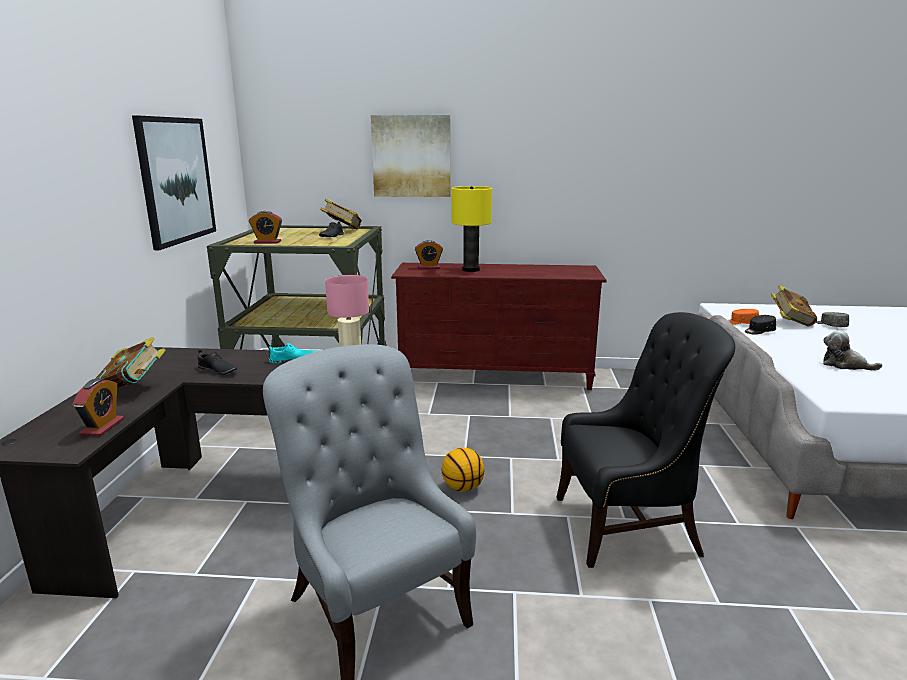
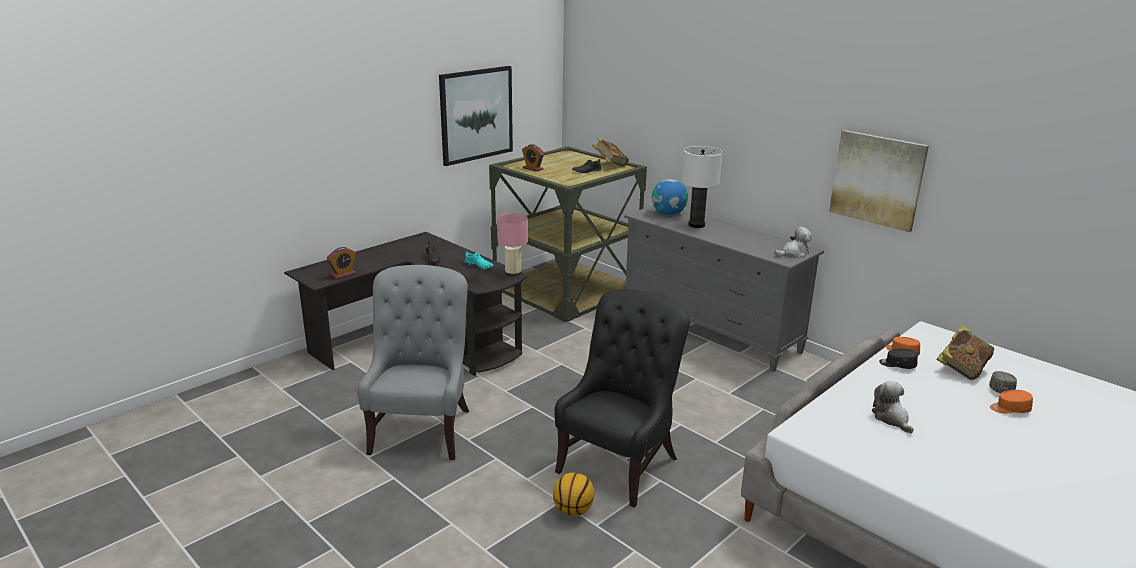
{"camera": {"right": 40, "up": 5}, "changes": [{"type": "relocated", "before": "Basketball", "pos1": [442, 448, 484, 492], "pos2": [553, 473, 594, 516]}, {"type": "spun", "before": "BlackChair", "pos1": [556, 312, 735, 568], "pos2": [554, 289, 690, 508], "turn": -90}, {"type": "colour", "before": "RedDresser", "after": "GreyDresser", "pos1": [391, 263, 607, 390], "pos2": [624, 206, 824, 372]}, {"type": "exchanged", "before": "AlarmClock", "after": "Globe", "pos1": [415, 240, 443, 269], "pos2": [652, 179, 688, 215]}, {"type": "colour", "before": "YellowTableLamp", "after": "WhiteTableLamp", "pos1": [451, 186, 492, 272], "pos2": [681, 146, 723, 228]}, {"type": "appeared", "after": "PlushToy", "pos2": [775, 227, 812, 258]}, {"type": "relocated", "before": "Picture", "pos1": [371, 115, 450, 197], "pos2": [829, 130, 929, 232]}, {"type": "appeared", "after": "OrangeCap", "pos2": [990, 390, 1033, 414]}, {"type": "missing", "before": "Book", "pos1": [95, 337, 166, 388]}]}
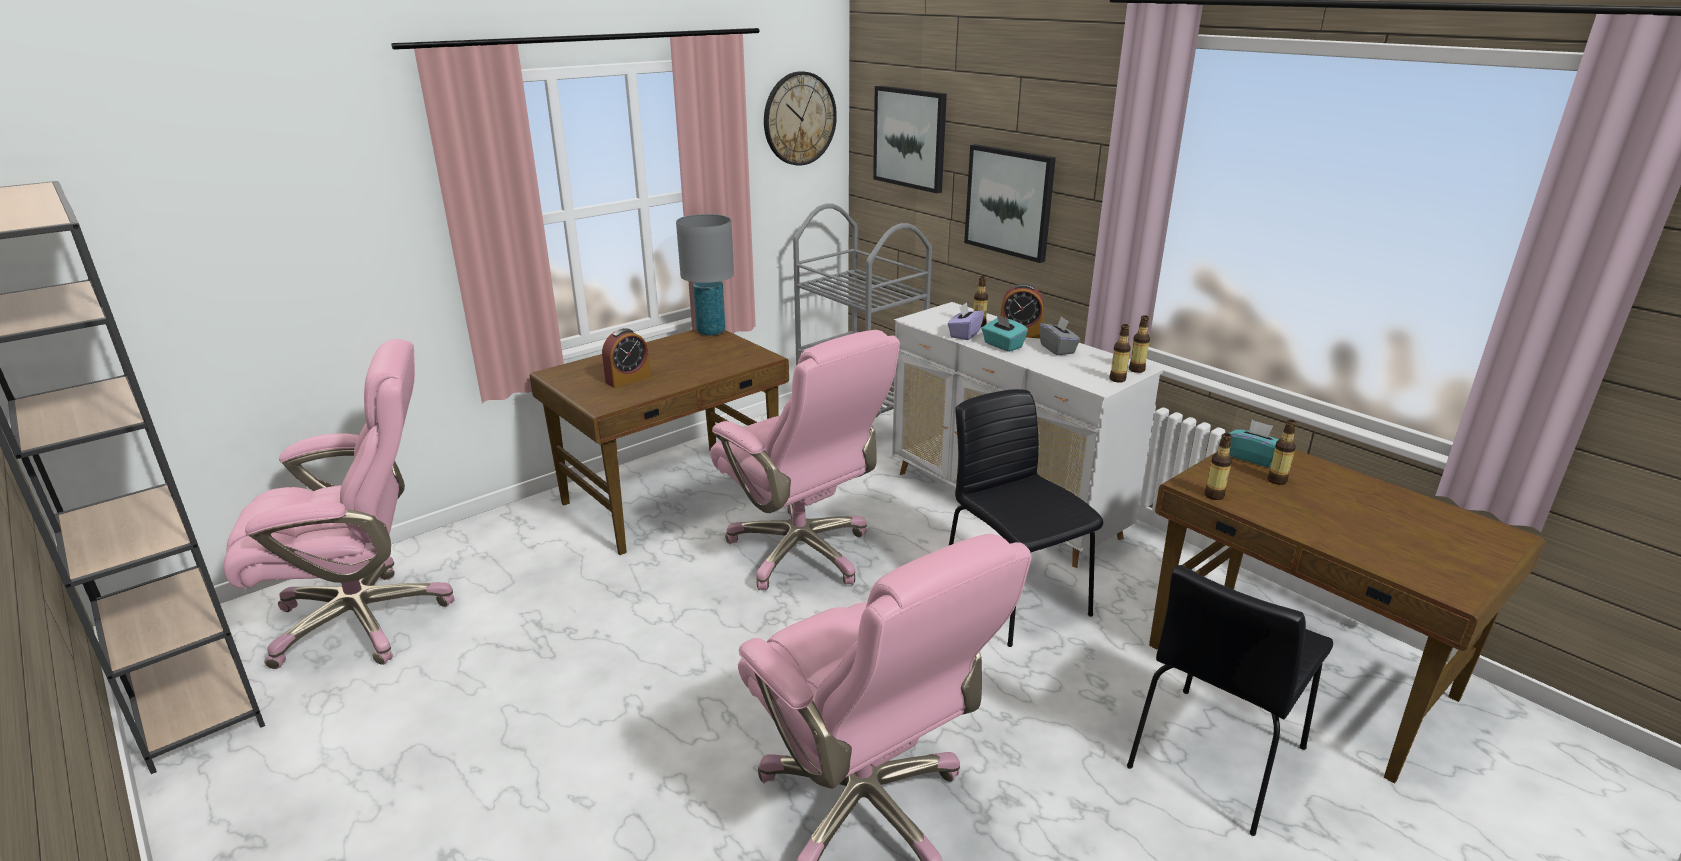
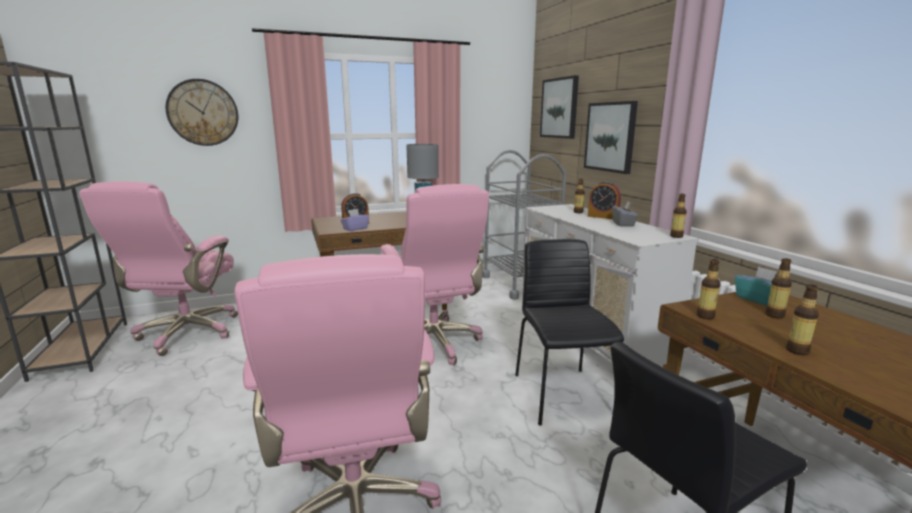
{"camera": {"right": 20, "up": -10}, "changes": [{"type": "spun", "before": "PinkOfficeChair", "pos1": [224, 339, 455, 669], "pos2": [79, 181, 238, 356], "turn": 90}, {"type": "relocated", "before": "WallClock", "pos1": [764, 71, 837, 166], "pos2": [166, 79, 238, 146]}, {"type": "relocated", "before": "PurpleTissueBox", "pos1": [948, 302, 984, 340], "pos2": [340, 209, 369, 231]}, {"type": "relocated", "before": "Bottle", "pos1": [1109, 324, 1131, 383], "pos2": [786, 284, 819, 355]}, {"type": "missing", "before": "TurquoiseTissueBox", "pos1": [982, 314, 1028, 352]}]}
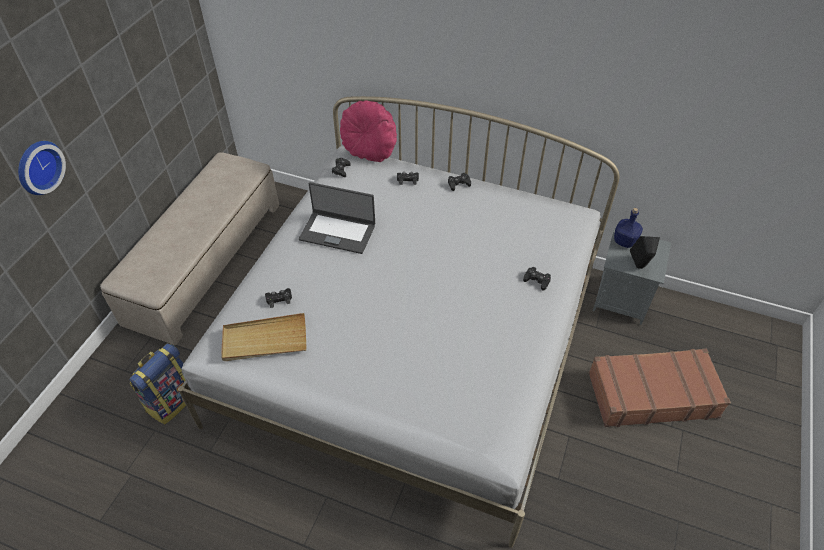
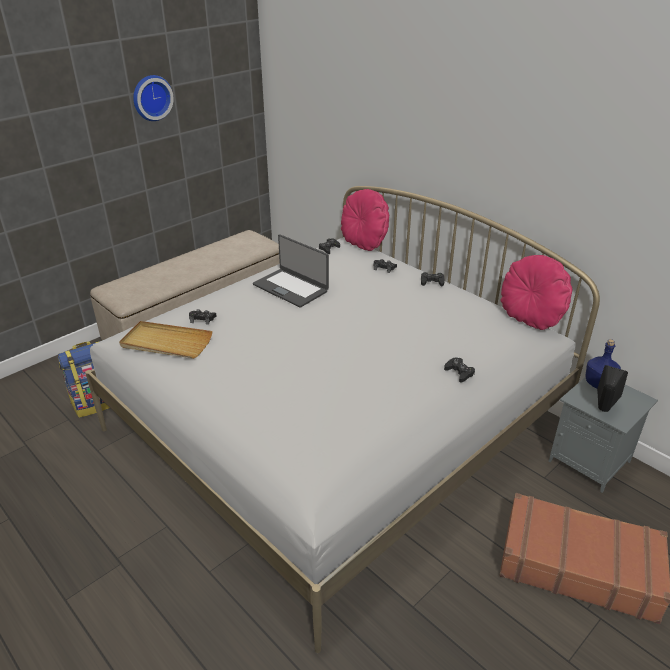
{"camera": {"right": 25, "up": -15}, "changes": [{"type": "relocated", "before": "WallClock", "pos1": [18, 141, 66, 195], "pos2": [133, 75, 174, 121]}, {"type": "appeared", "after": "PinkPillow", "pos2": [501, 255, 572, 330]}]}
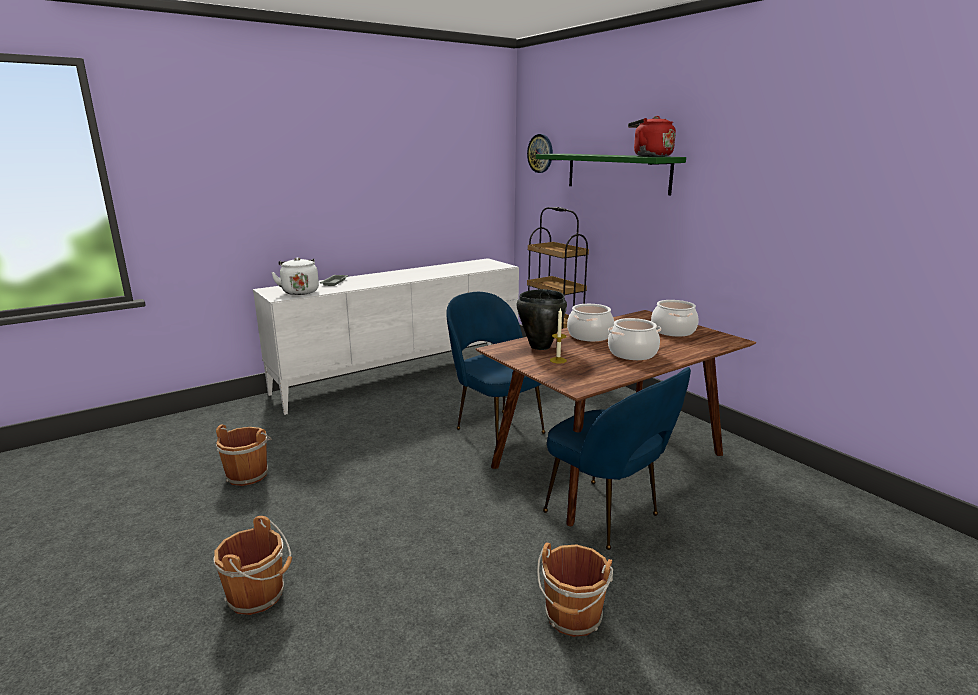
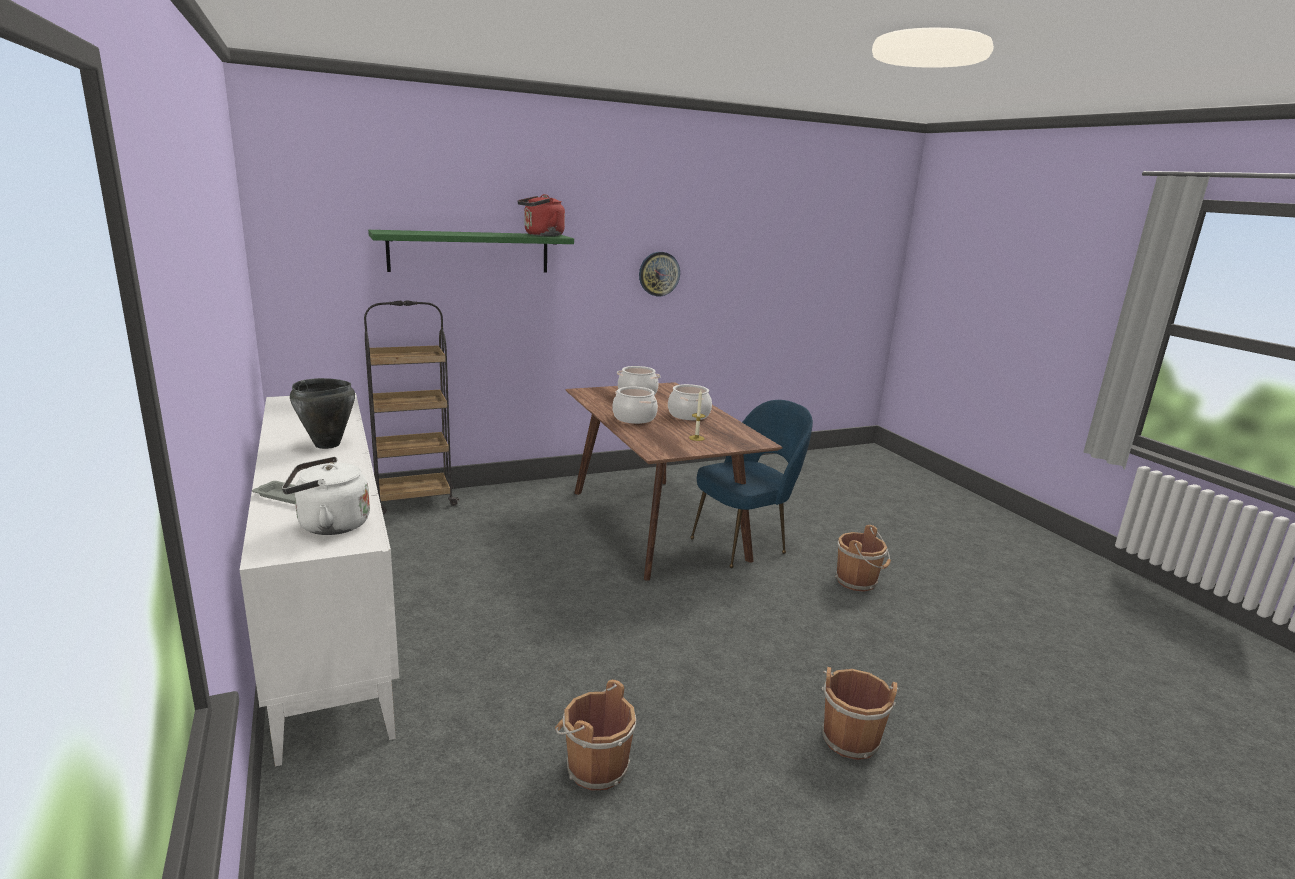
{"camera": {"right": -80, "up": 0}, "changes": [{"type": "relocated", "before": "BlackCookingPot", "pos1": [517, 289, 567, 350], "pos2": [290, 378, 355, 449]}, {"type": "relocated", "before": "WallClock", "pos1": [527, 134, 553, 173], "pos2": [639, 252, 680, 296]}, {"type": "missing", "before": "BlueChair", "pos1": [446, 292, 545, 443]}]}
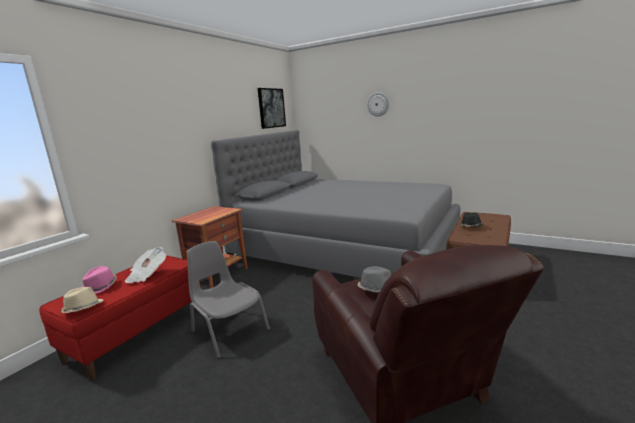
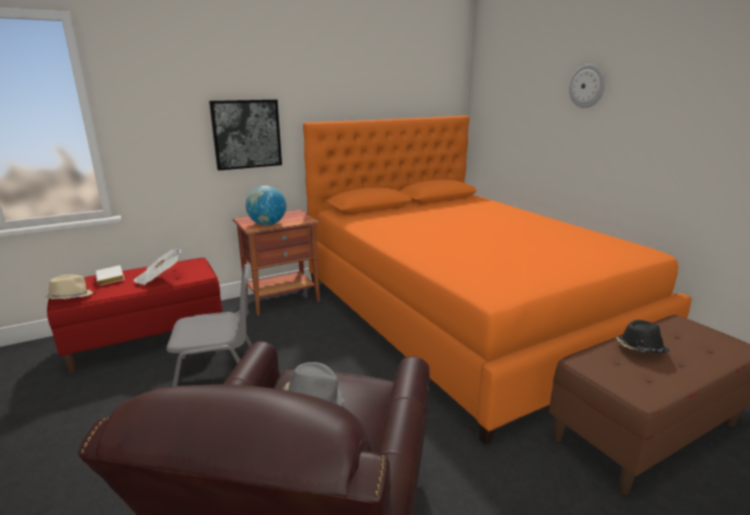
{"camera": {"right": 30, "up": 5}, "changes": [{"type": "exchanged", "before": "PinkHat", "after": "WhiteBook", "pos1": [83, 266, 117, 294], "pos2": [95, 265, 125, 286]}, {"type": "spun", "before": "GreyChair", "pos1": [187, 241, 270, 359], "pos2": [166, 264, 252, 387], "turn": 90}, {"type": "relocated", "before": "Picture", "pos1": [258, 88, 286, 129], "pos2": [209, 99, 282, 171]}, {"type": "appeared", "after": "Globe", "pos2": [246, 186, 286, 225]}, {"type": "colour", "before": "GreyBed", "after": "OrangeBed", "pos1": [211, 130, 460, 278], "pos2": [303, 115, 692, 445]}]}
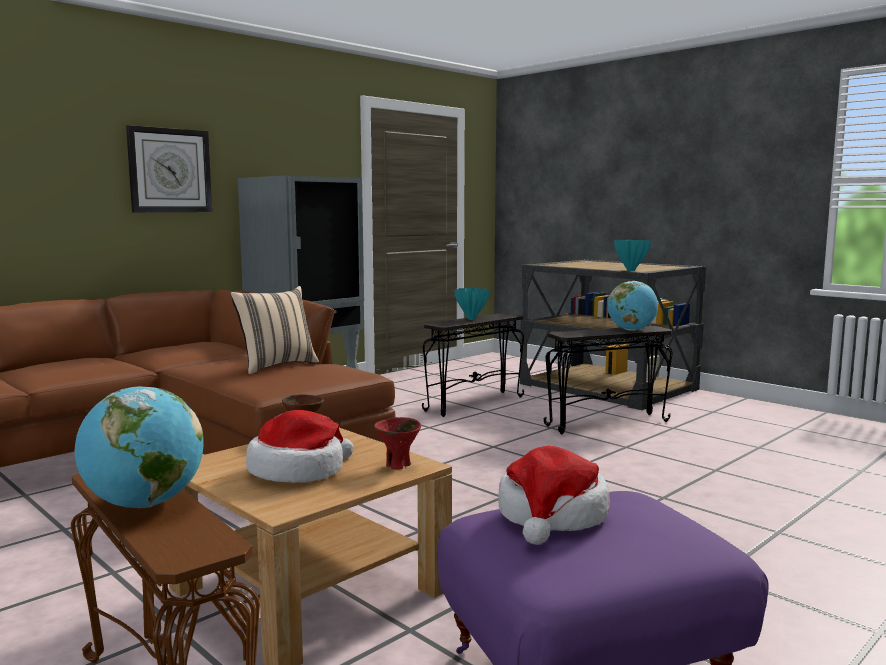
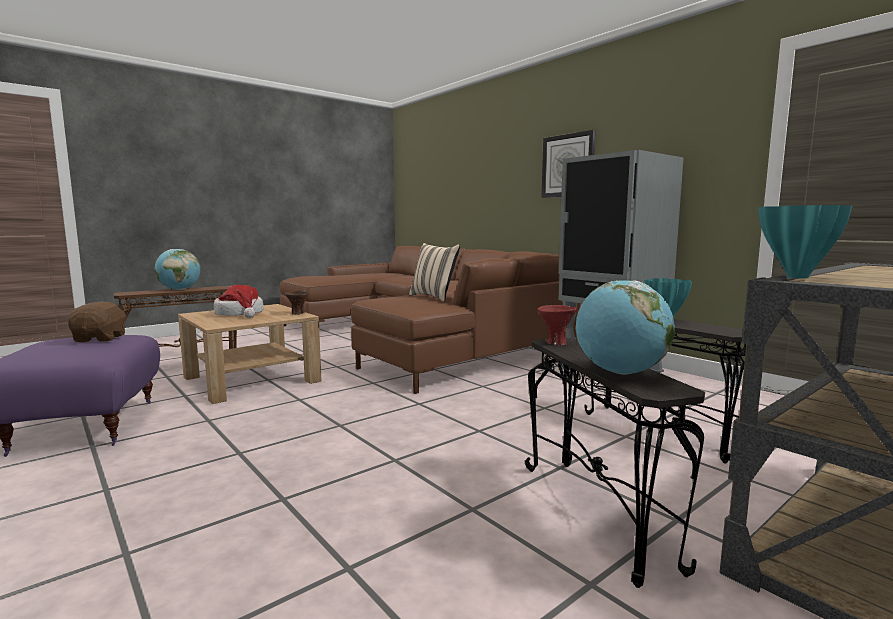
{"camera": {"right": 95, "up": 0}, "changes": [{"type": "exchanged", "before": "Hat", "after": "BrownPlushToy", "pos1": [498, 446, 610, 545], "pos2": [68, 301, 127, 342]}, {"type": "relocated", "before": "RedBowl", "pos1": [374, 417, 421, 470], "pos2": [538, 305, 578, 346]}]}
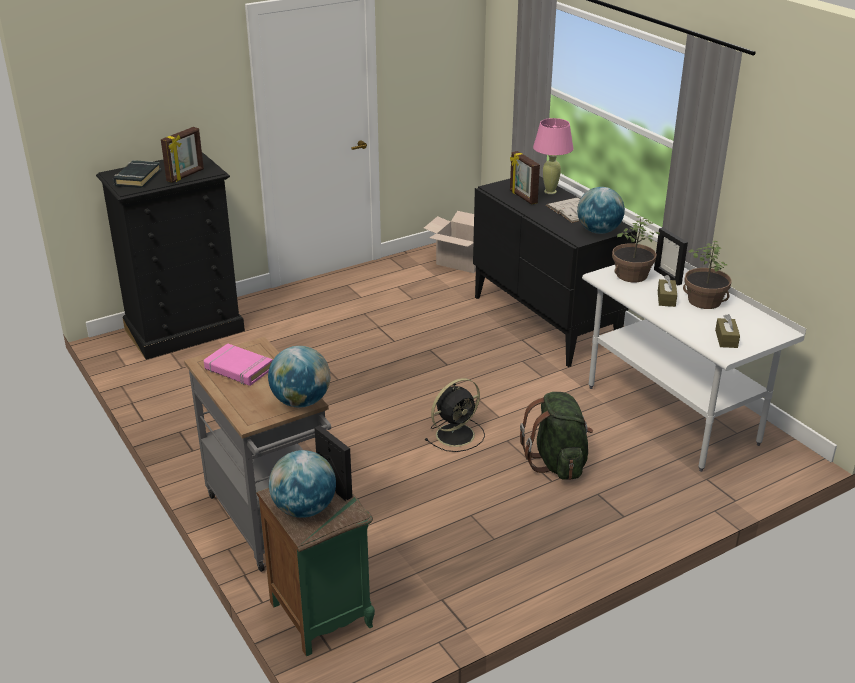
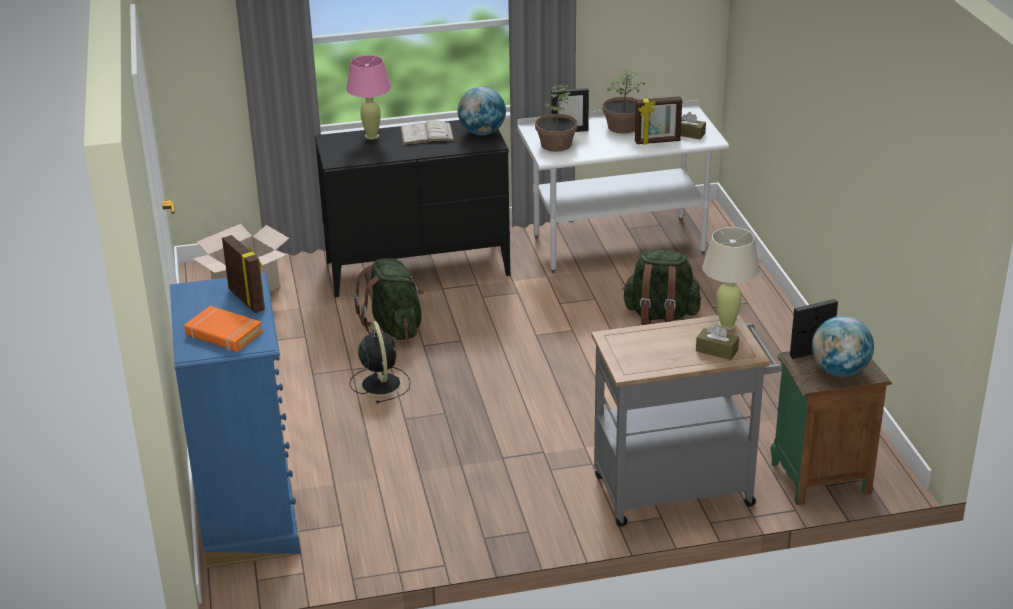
{"camera": {"right": -70, "up": 0}, "changes": [{"type": "colour", "before": "BlackDresser", "after": "BlueDresser", "pos1": [96, 152, 245, 360], "pos2": [170, 273, 301, 568]}, {"type": "colour", "before": "BlackBook", "after": "OrangeBook", "pos1": [113, 160, 161, 188], "pos2": [184, 306, 263, 352]}, {"type": "relocated", "before": "BlackFan", "pos1": [425, 378, 485, 452], "pos2": [349, 321, 411, 404]}, {"type": "appeared", "after": "GreenBackpack", "pos2": [354, 258, 424, 340]}, {"type": "relocated", "before": "PictureFrame", "pos1": [510, 151, 540, 205], "pos2": [635, 96, 682, 145]}, {"type": "relocated", "before": "BrownTissueBox", "pos1": [658, 275, 677, 307], "pos2": [696, 324, 739, 360]}, {"type": "exchanged", "before": "Globe", "after": "BeigeTableLamp", "pos1": [268, 346, 330, 408], "pos2": [703, 227, 760, 330]}, {"type": "missing", "before": "PinkBook", "pos1": [204, 343, 273, 386]}]}
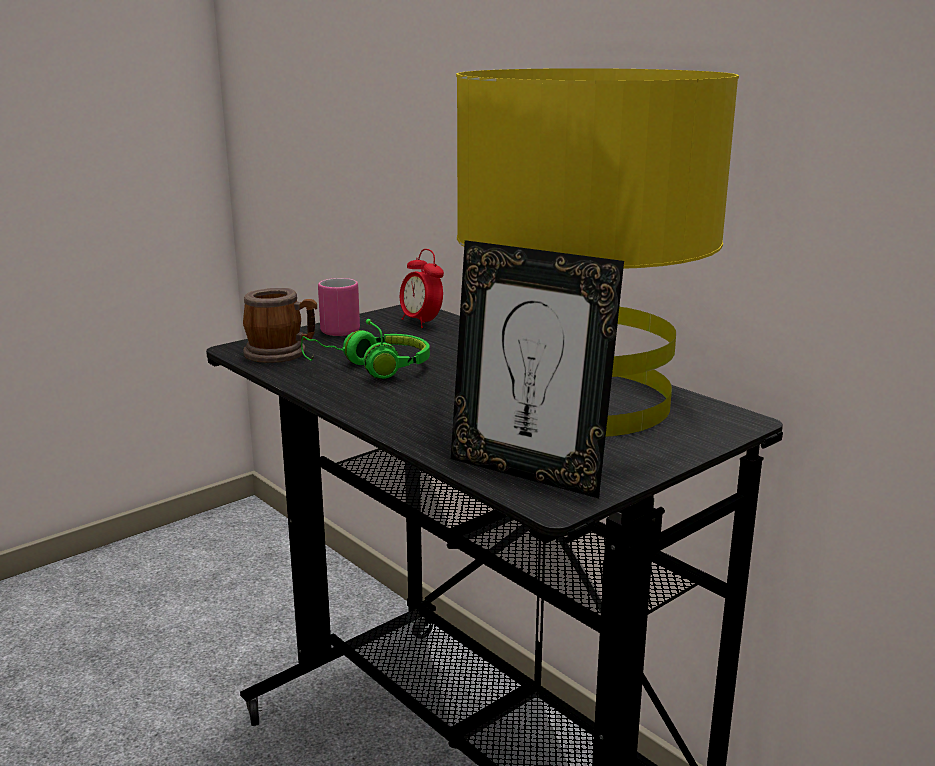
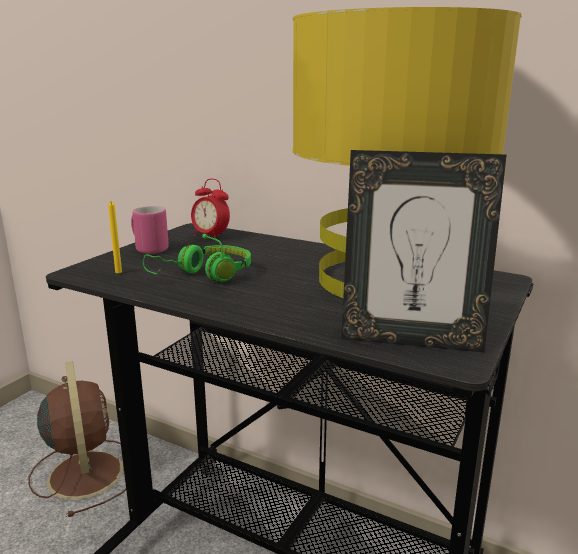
{"camera": {"right": -20, "up": 0}, "changes": [{"type": "appeared", "after": "BrownFan", "pos2": [28, 361, 126, 517]}, {"type": "exchanged", "before": "Mug", "after": "YellowCandle", "pos1": [243, 288, 317, 363], "pos2": [108, 202, 122, 273]}]}
